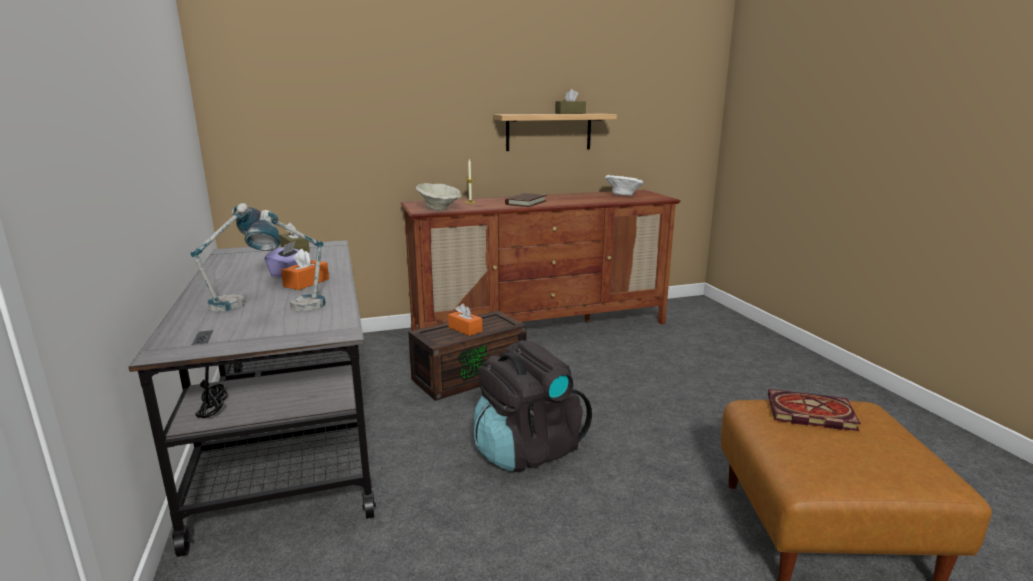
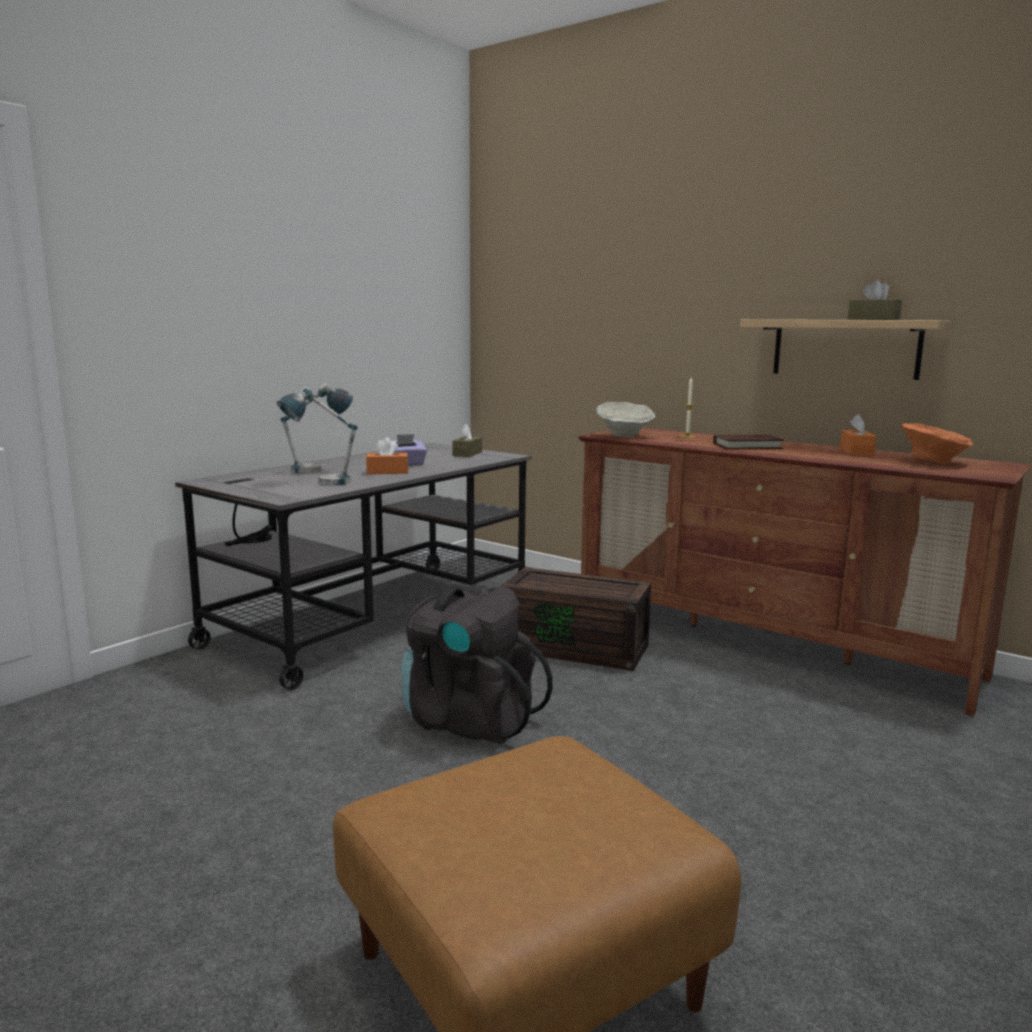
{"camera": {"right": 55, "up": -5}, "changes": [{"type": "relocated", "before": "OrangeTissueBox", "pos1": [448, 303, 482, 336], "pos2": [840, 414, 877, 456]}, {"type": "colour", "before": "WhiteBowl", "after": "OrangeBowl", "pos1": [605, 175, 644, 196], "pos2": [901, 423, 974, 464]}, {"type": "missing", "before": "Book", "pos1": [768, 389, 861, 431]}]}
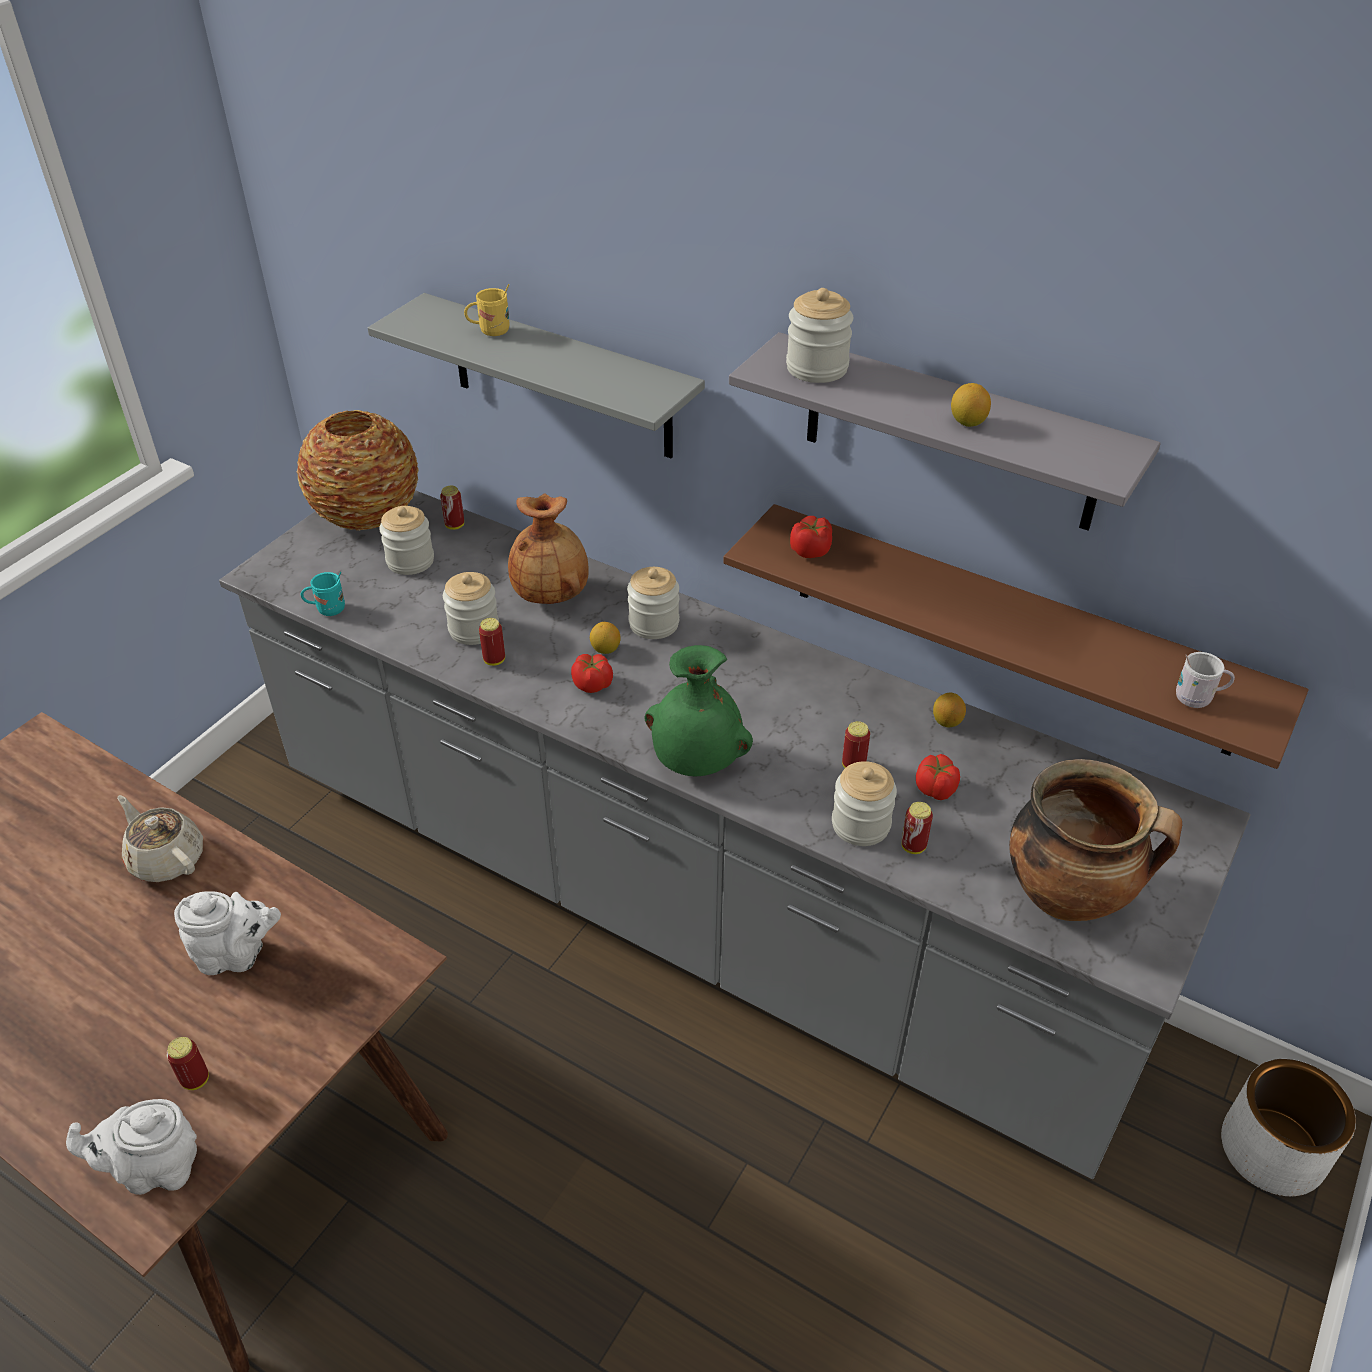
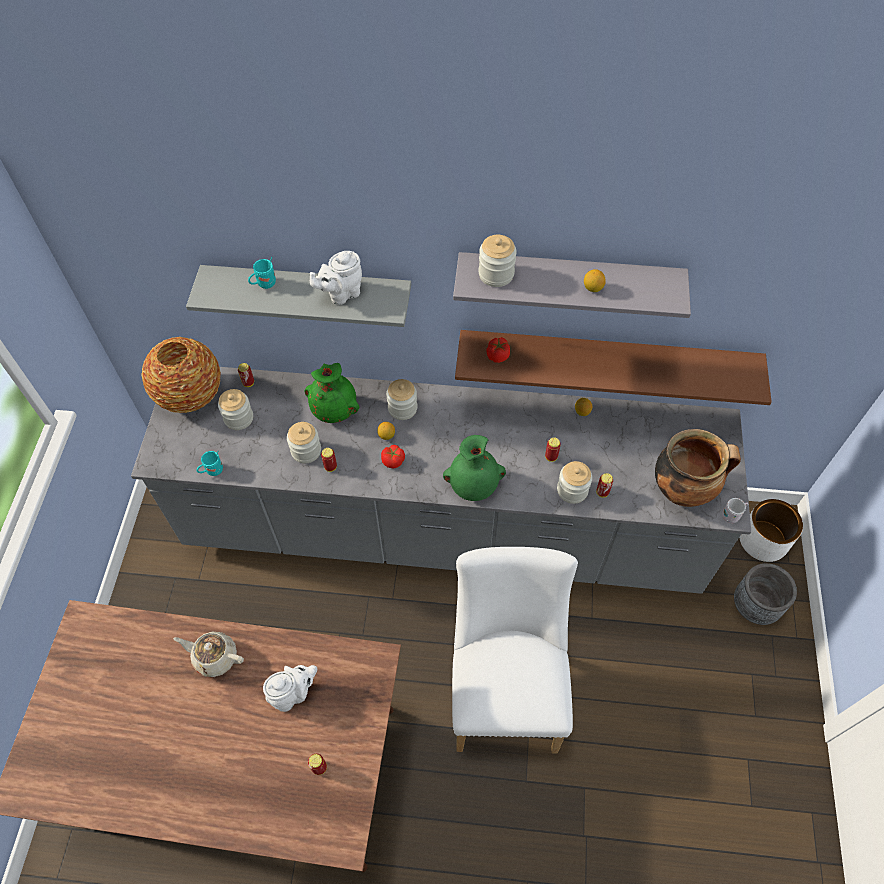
{"camera": {"right": -25, "up": 15}, "changes": [{"type": "colour", "before": "YellowMug", "after": "TurquoiseMug", "pos1": [464, 284, 510, 336], "pos2": [248, 257, 276, 289]}, {"type": "colour", "before": "BrownVase", "after": "GreenVase", "pos1": [508, 493, 589, 604], "pos2": [304, 363, 360, 423]}, {"type": "relocated", "before": "WhiteTeapot", "pos1": [66, 1099, 197, 1195], "pos2": [310, 251, 362, 305]}, {"type": "appeared", "after": "WhiteChair", "pos2": [452, 547, 578, 753]}, {"type": "relocated", "before": "WhiteMug", "pos1": [1176, 652, 1235, 708], "pos2": [722, 498, 748, 523]}, {"type": "appeared", "after": "GreyPlanter", "pos2": [734, 563, 797, 625]}, {"type": "missing", "before": "Tomato", "pos1": [916, 754, 960, 800]}]}
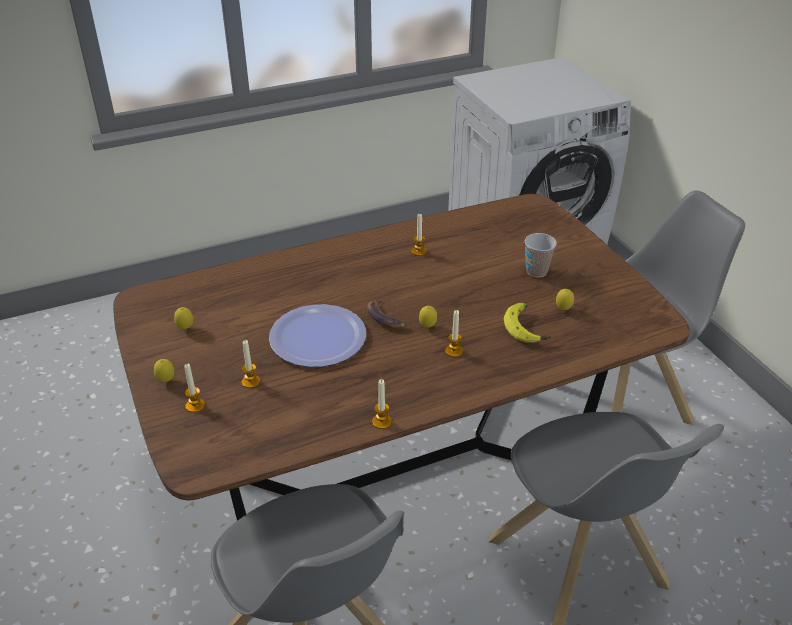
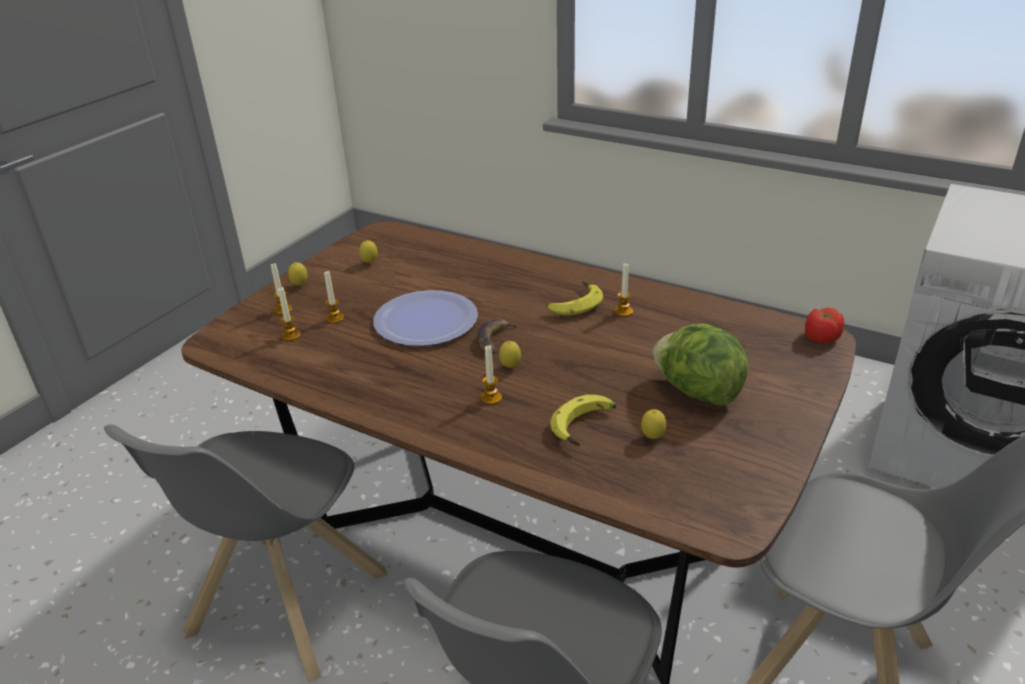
{"camera": {"right": 55, "up": -5}, "changes": [{"type": "relocated", "before": "Candle", "pos1": [372, 379, 392, 429], "pos2": [278, 287, 301, 341]}, {"type": "appeared", "after": "Banana", "pos2": [547, 281, 603, 316]}, {"type": "exchanged", "before": "Cup", "after": "Lettuce", "pos1": [525, 233, 557, 278], "pos2": [653, 323, 748, 406]}, {"type": "appeared", "after": "Tomato", "pos2": [805, 308, 844, 343]}]}
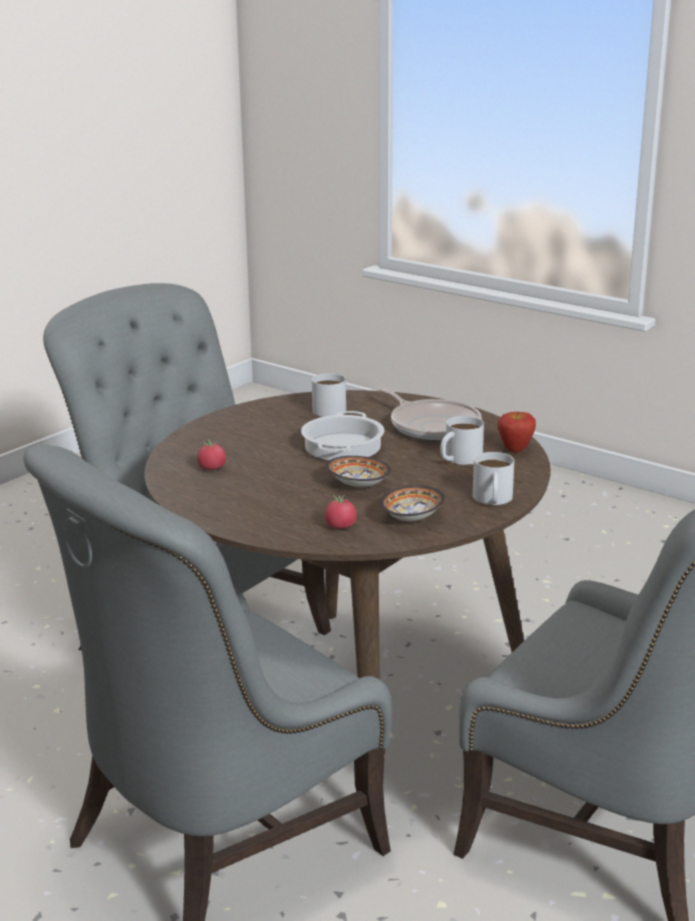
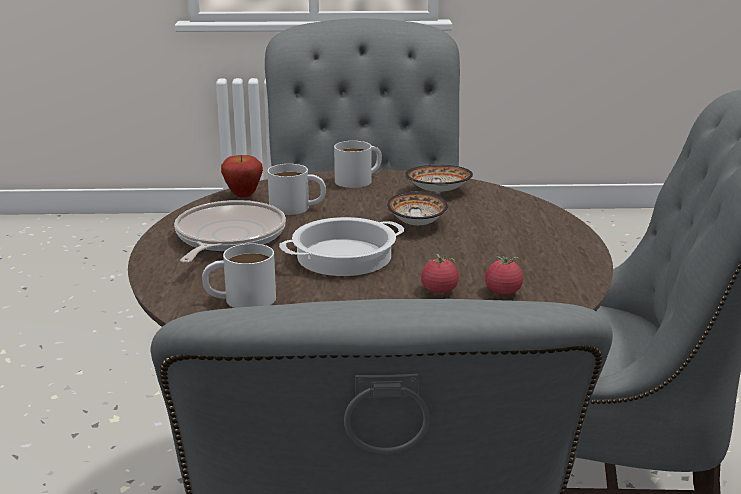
{"camera": {"right": -130, "up": 0}, "changes": [{"type": "relocated", "before": "Tomato", "pos1": [325, 494, 357, 529], "pos2": [421, 254, 459, 293]}]}
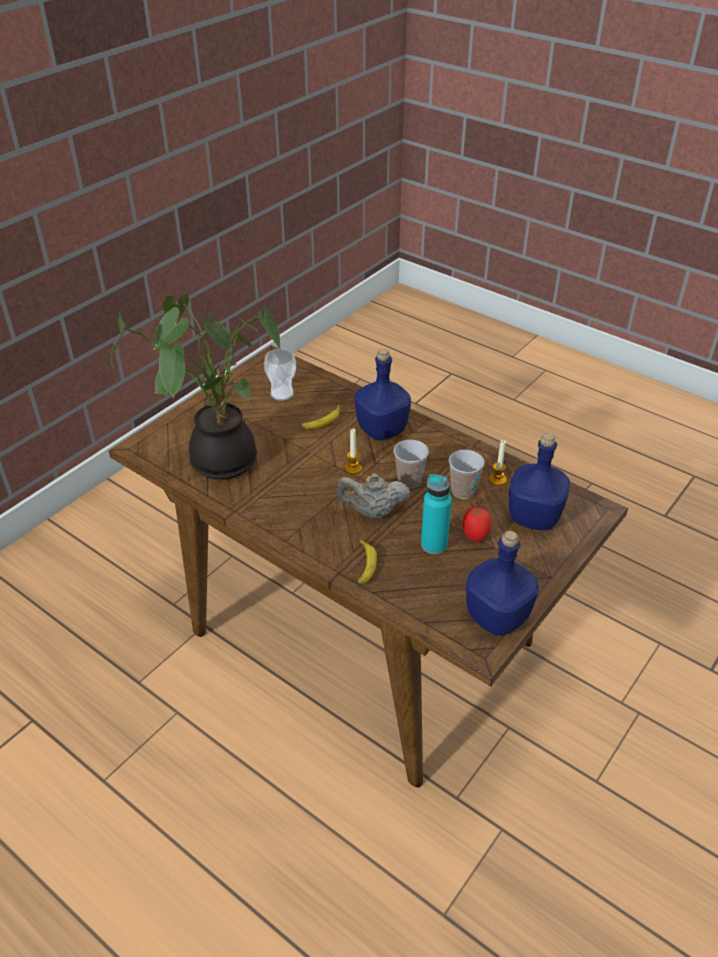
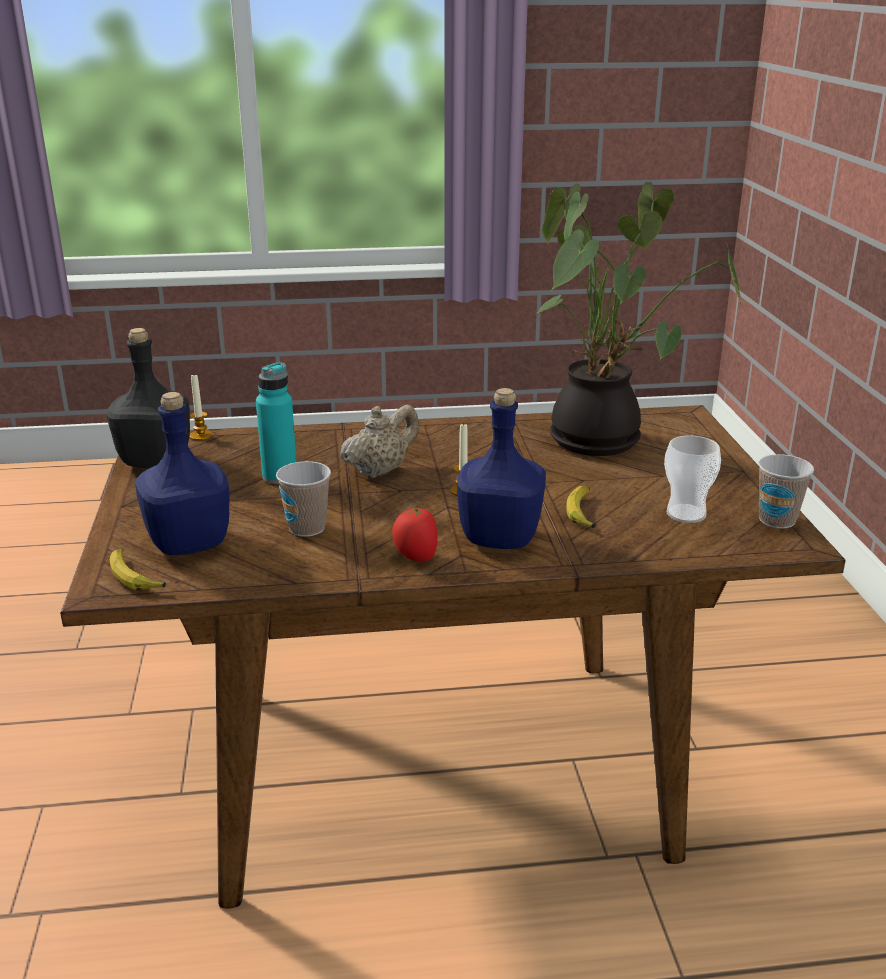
{"camera": {"right": 135, "up": -15}, "changes": [{"type": "colour", "before": "BlueBottle", "after": "BlackBottle", "pos1": [466, 531, 539, 636], "pos2": [107, 328, 190, 468]}, {"type": "relocated", "before": "Banana", "pos1": [356, 539, 377, 585], "pos2": [110, 548, 166, 591]}, {"type": "relocated", "before": "Candle", "pos1": [489, 440, 507, 486], "pos2": [190, 375, 212, 441]}, {"type": "relocated", "before": "Tomato", "pos1": [463, 507, 492, 542], "pos2": [392, 507, 437, 562]}, {"type": "relocated", "before": "Cup", "pos1": [394, 440, 429, 488], "pos2": [758, 454, 814, 529]}]}
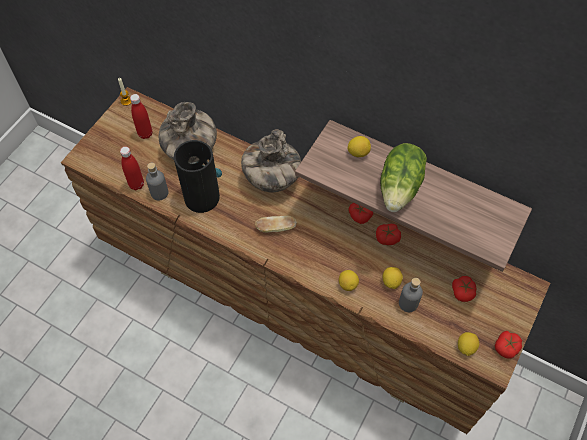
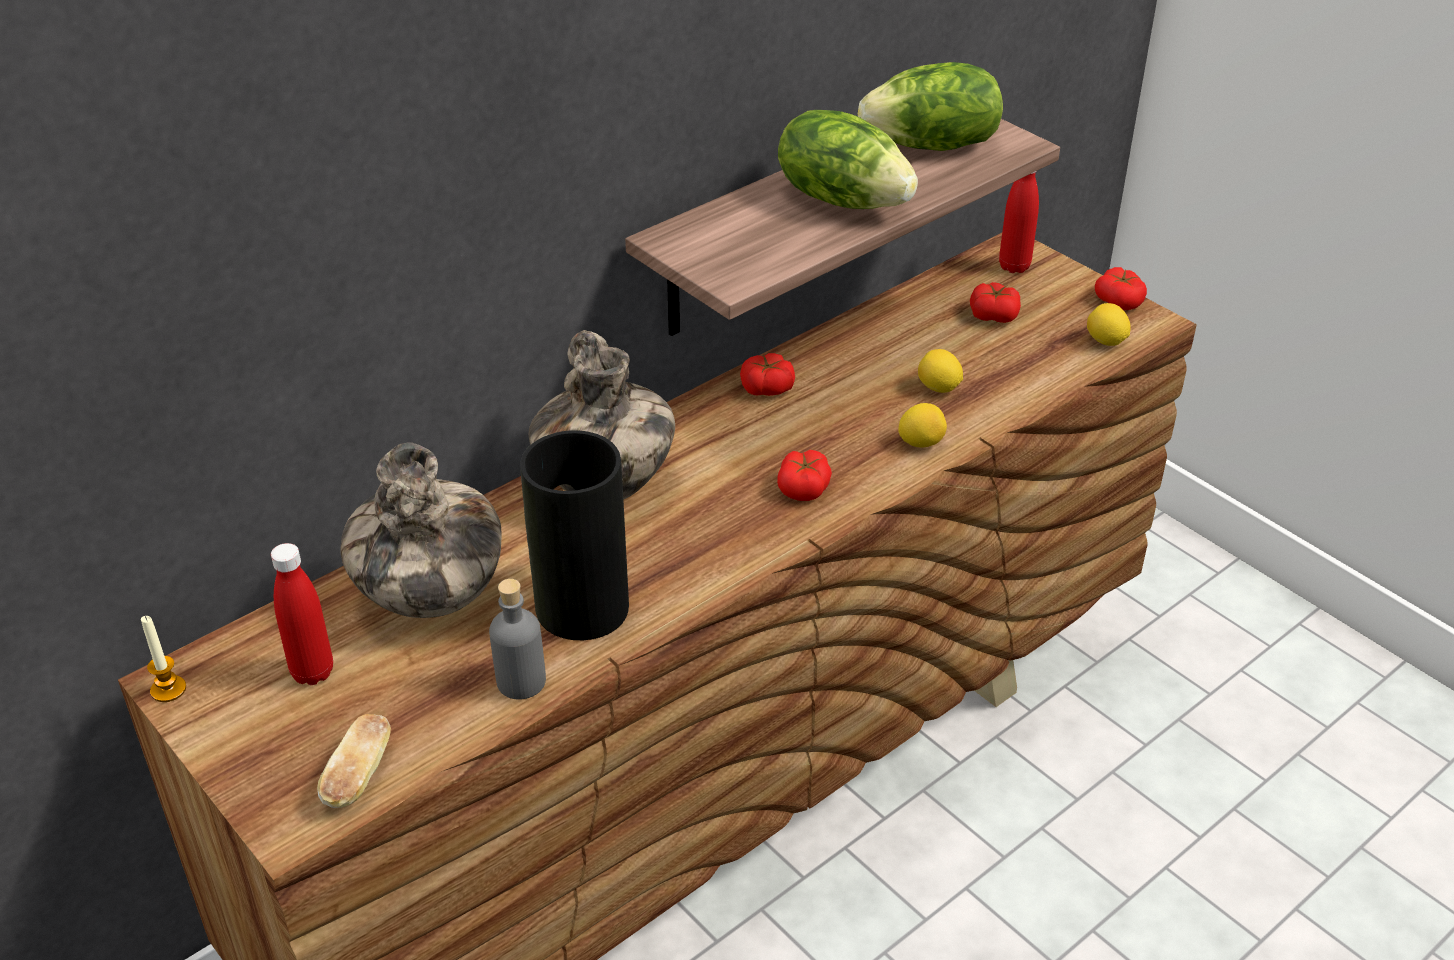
{"camera": {"right": -70, "up": -20}, "changes": [{"type": "relocated", "before": "Bread", "pos1": [255, 216, 297, 233], "pos2": [317, 714, 391, 808]}, {"type": "relocated", "before": "Tomato", "pos1": [376, 224, 401, 245], "pos2": [777, 450, 832, 501]}, {"type": "appeared", "after": "Lettuce", "pos2": [858, 62, 1003, 151]}, {"type": "relocated", "before": "RedBottle", "pos1": [120, 146, 144, 190], "pos2": [999, 171, 1039, 273]}, {"type": "missing", "before": "Lemon", "pos1": [347, 136, 371, 157]}, {"type": "missing", "before": "GreyBottle", "pos1": [399, 278, 423, 312]}]}
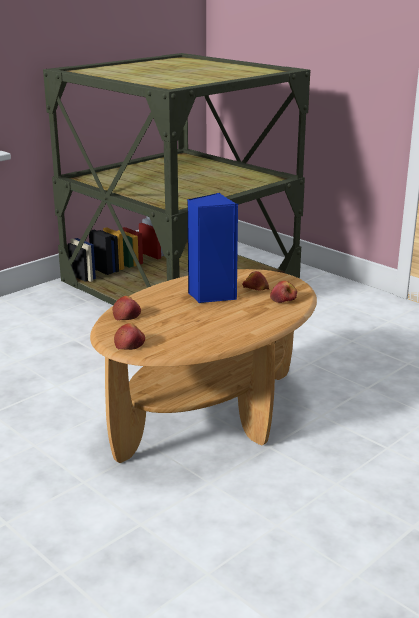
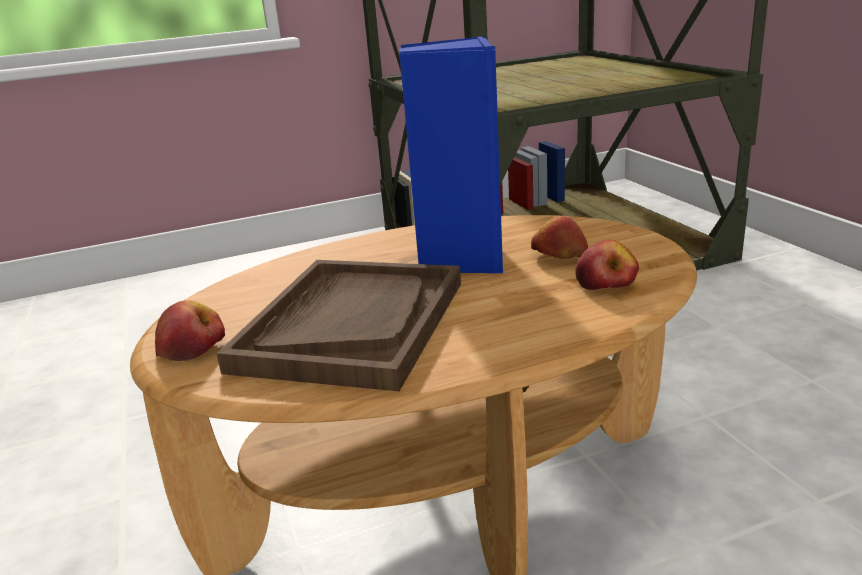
{"camera": {"right": 25, "up": 0}, "changes": [{"type": "appeared", "after": "BrownTray", "pos2": [216, 260, 461, 391]}, {"type": "missing", "before": "Apple", "pos1": [112, 296, 141, 320]}]}
